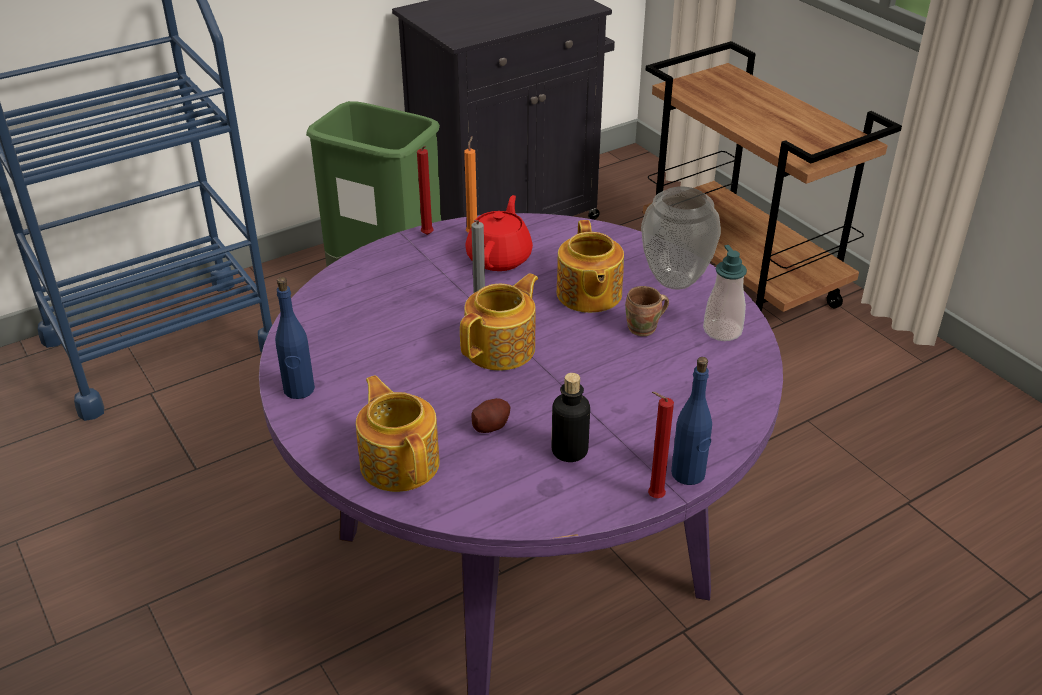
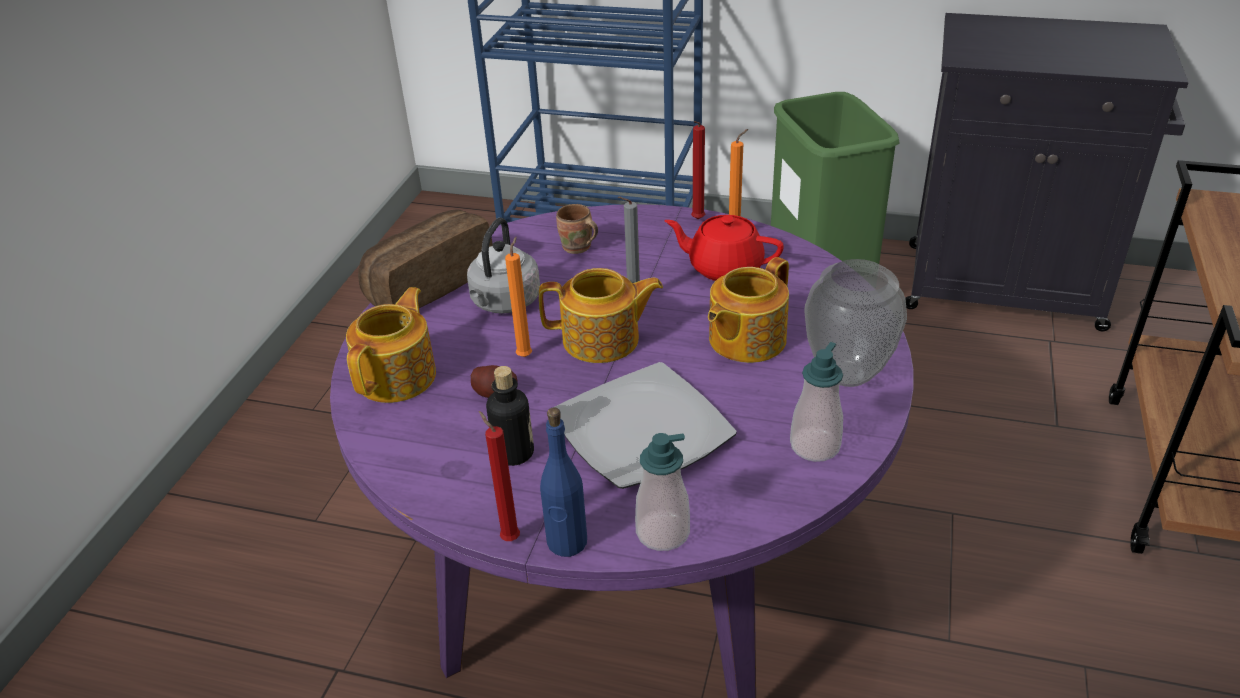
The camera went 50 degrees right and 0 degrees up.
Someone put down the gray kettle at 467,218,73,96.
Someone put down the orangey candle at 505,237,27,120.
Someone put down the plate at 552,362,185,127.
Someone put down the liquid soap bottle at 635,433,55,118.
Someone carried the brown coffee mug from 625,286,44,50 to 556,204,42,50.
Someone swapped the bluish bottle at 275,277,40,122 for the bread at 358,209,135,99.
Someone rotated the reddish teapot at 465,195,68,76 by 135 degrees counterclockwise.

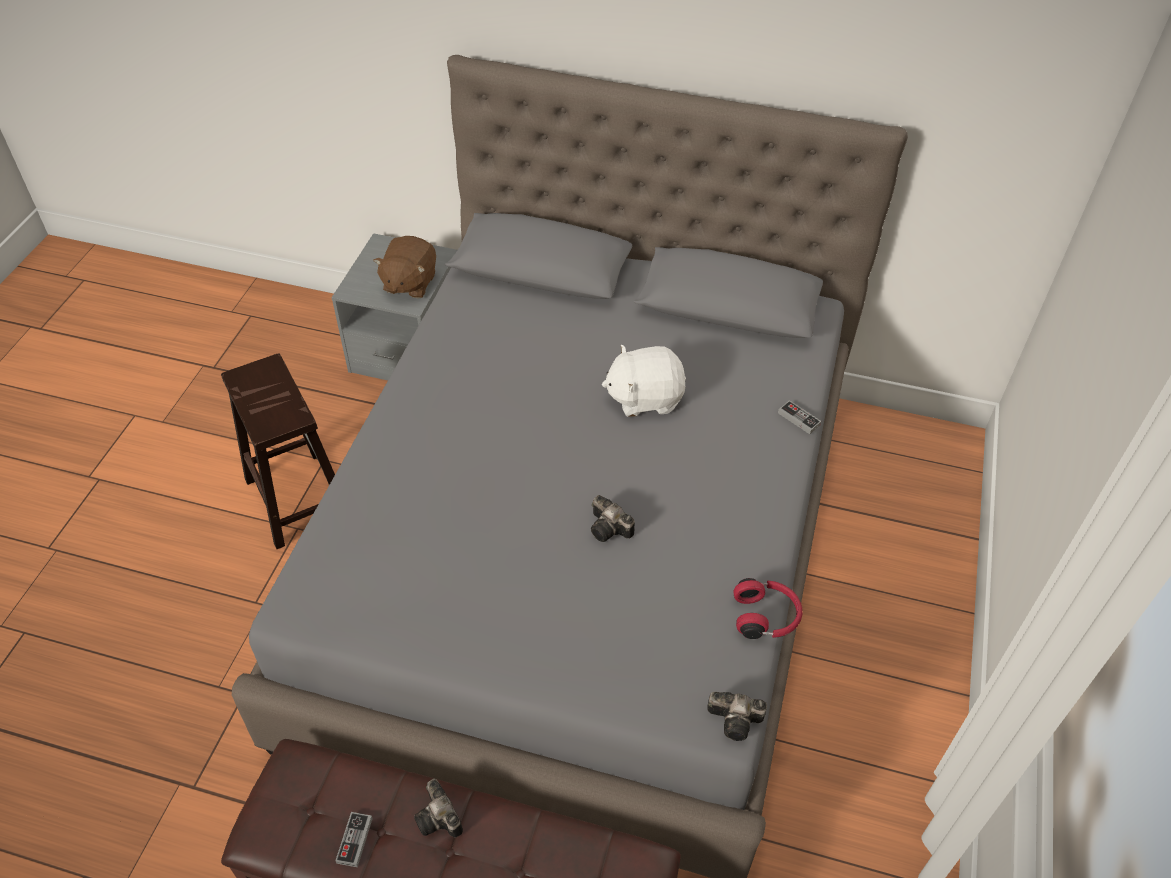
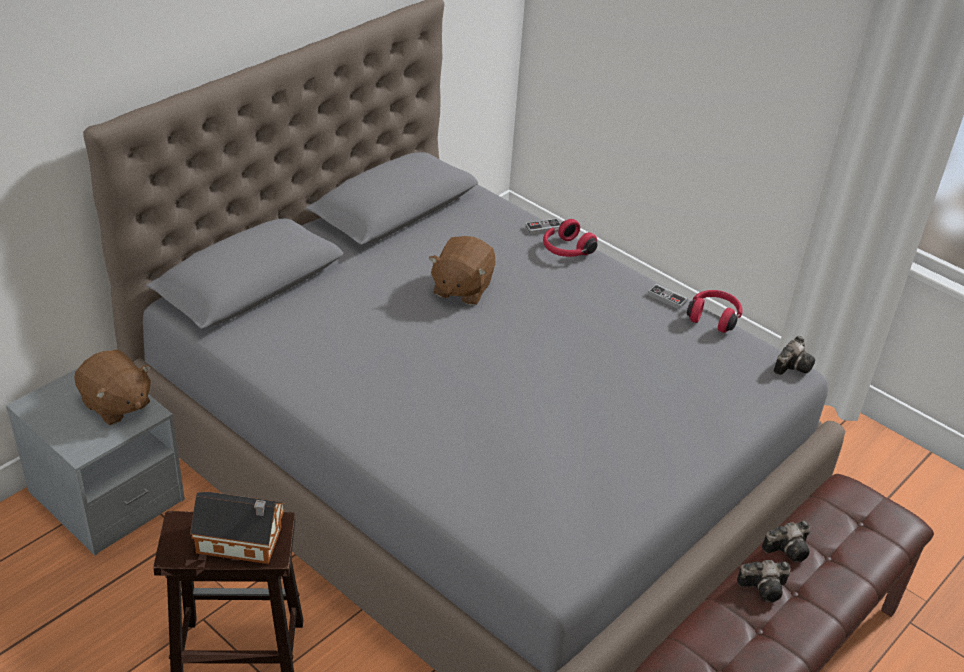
The camera went 65 degrees left and 10 degrees down.
Someone put down the miniature house at 190,492,94,72.
Someone put down the reddish headphones at 543,219,55,38.
Someone carried the gamepad from 335,812,38,55 to 648,284,40,26.
Someone carried the photo camera from 591,495,44,47 to 762,521,48,41.
Someone repainted the white-coloured plush toy at 602,344,84,73, which became the brown plush toy at 429,236,67,69.

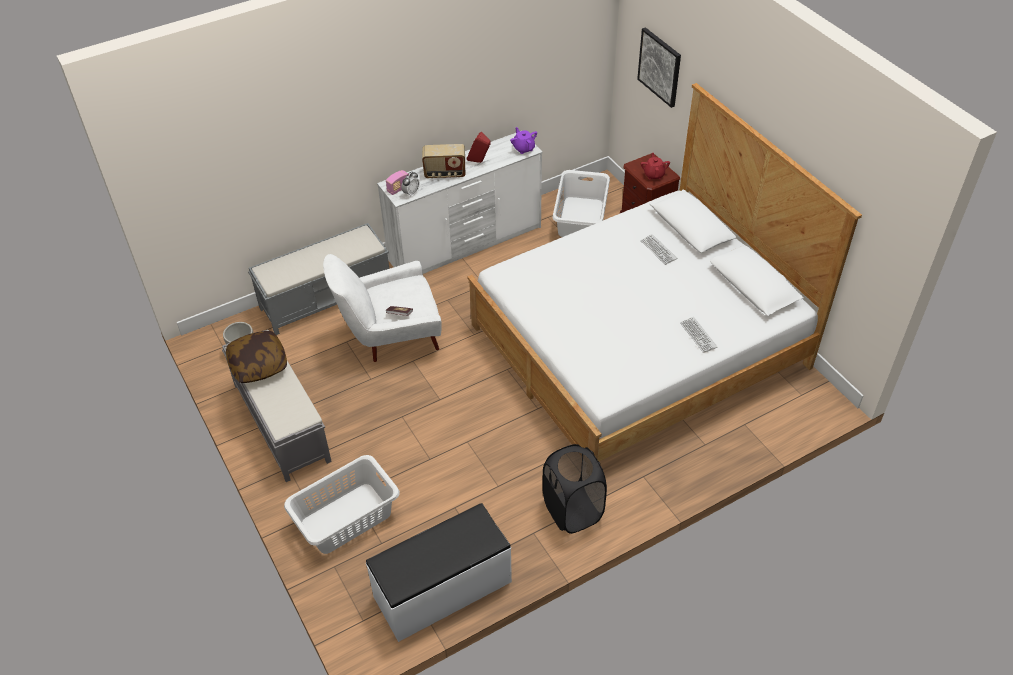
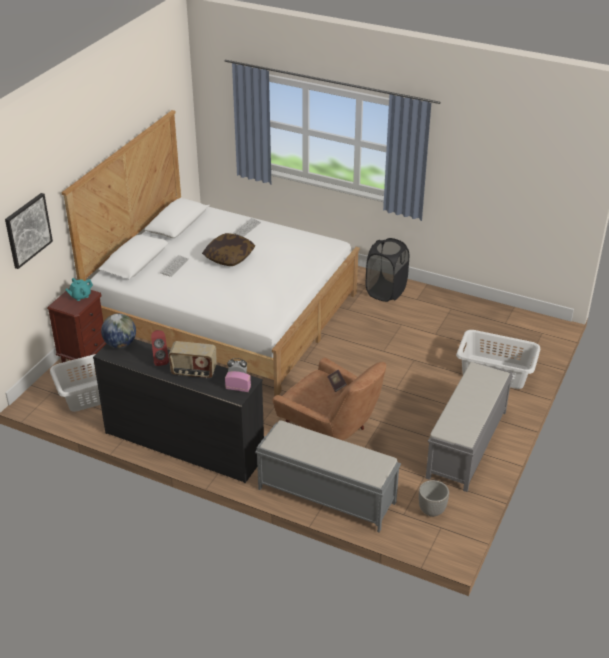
The camera went 125 degrees left and 10 degrees down.
Someone took away the white-coloured bench at 366,503,146,139.
Someone carried the cushion from 226,331,61,52 to 202,233,53,33.
Someone swapped the purple-coloured teapot at 510,127,27,27 for the desk globe at 101,314,35,34.
Someone repainted the white-coloured armchair at 323,254,119,108, which became the brown armchair at 272,358,114,82.
Someone repainted the white-coloured dresser at 377,133,166,141, which became the blackish dresser at 93,339,171,144.
Someone repainted the reddish teapot at 641,153,29,27, which became the turquoise-coloured teapot at 65,278,28,23.
Someone rotated the radio at 422,144,43,35 by 135 degrees clockwise.

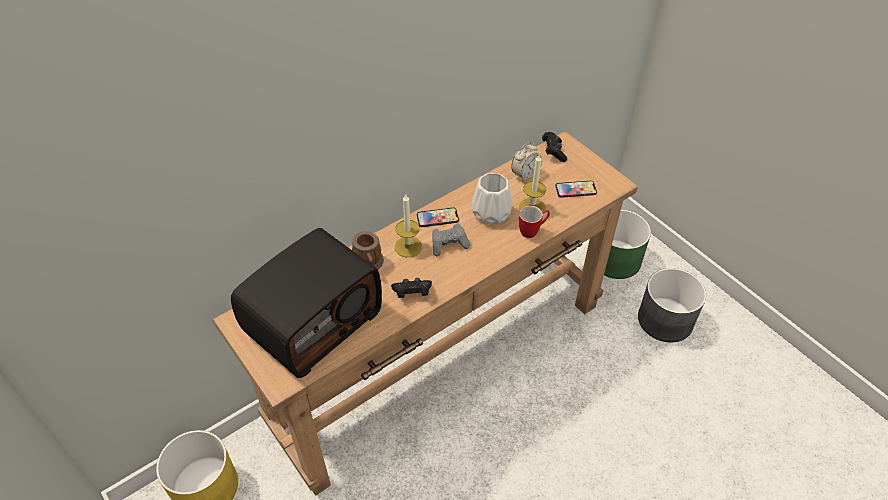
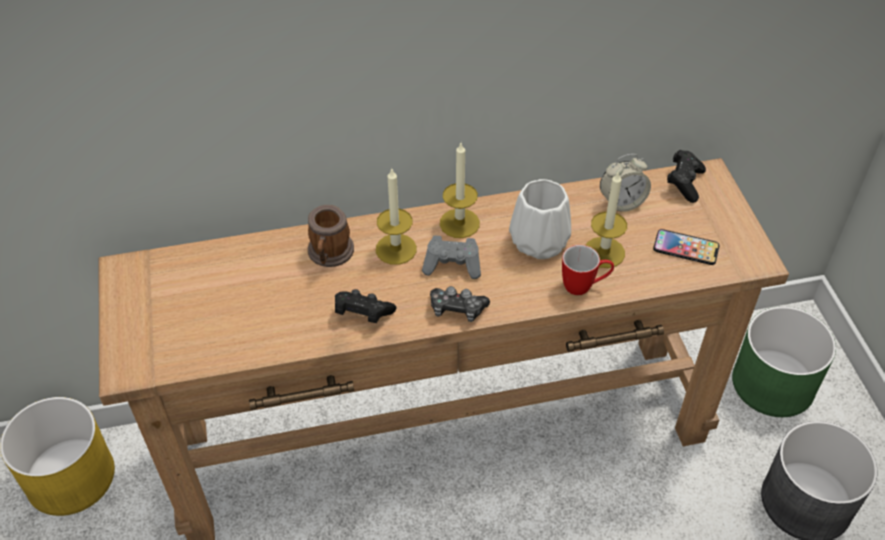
The camera went 25 degrees right and 0 degrees up.
Someone took away the radio at 231,228,151,150.
Someone put down the gamepad at 430,286,60,36.
Someone swapped the handset at 417,208,42,19 for the candle at 440,143,40,95.

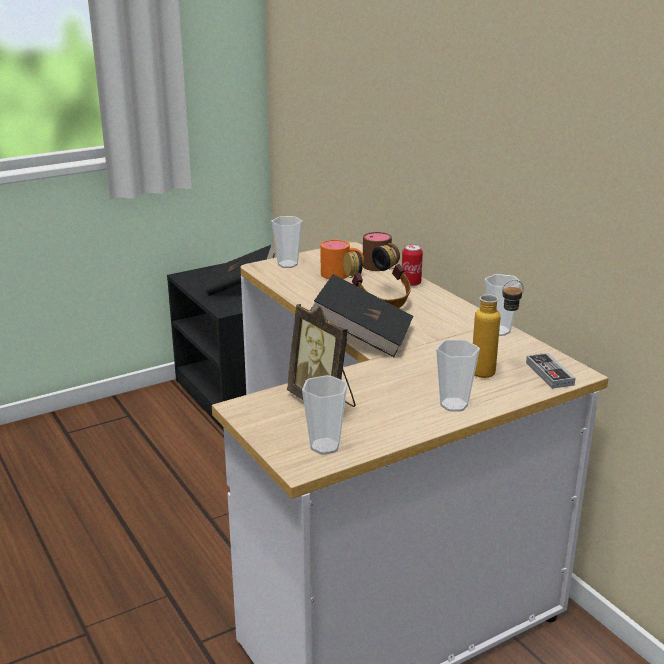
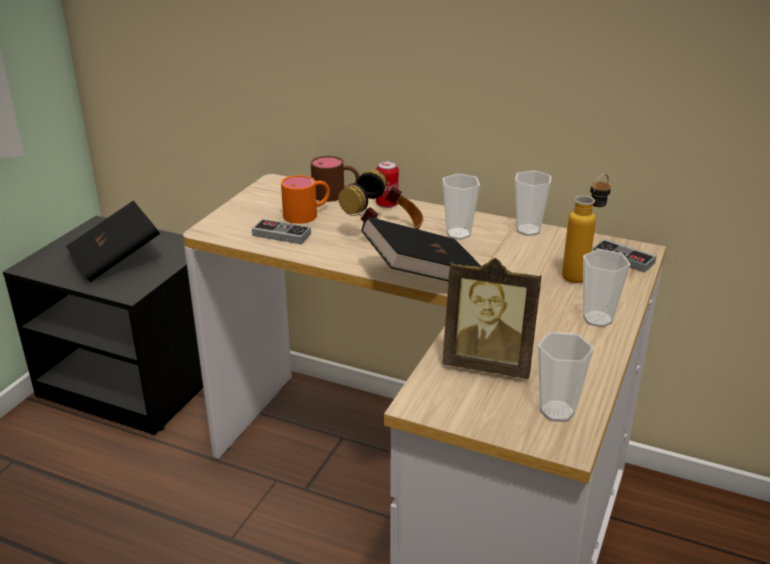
The camera went 35 degrees left and 5 degrees up.
Someone put down the gamepad at 252,219,59,25.
Someone carried the cup from 271,216,31,52 to 442,174,38,66.

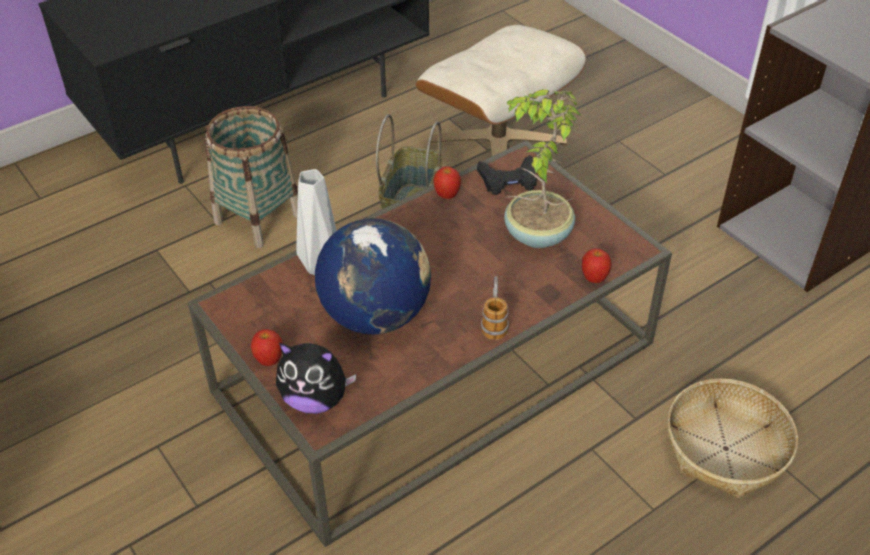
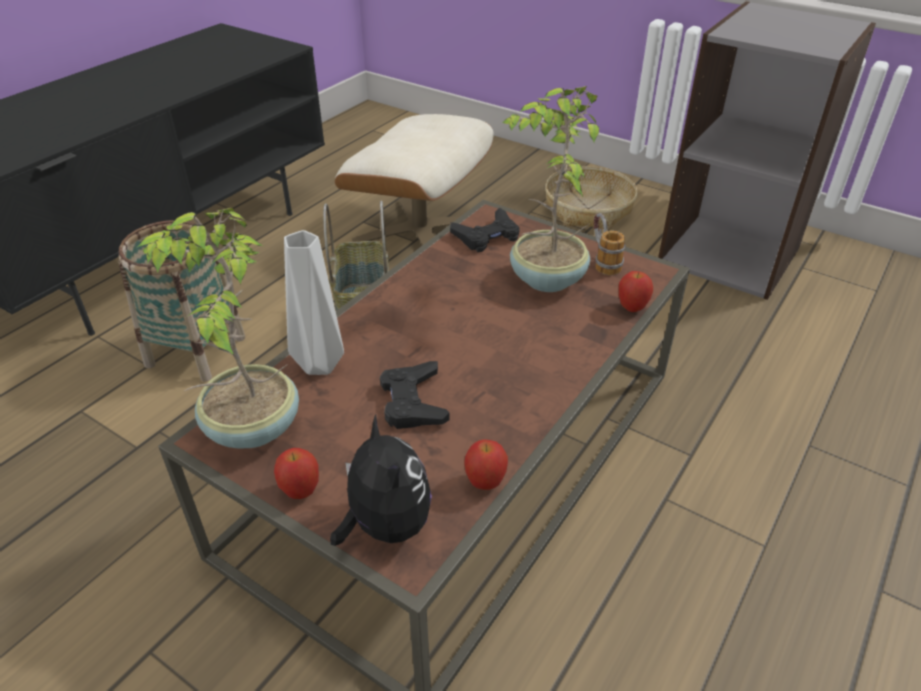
The camera went 20 degrees left and 5 degrees down.
Someone put down the houseplant at 138,208,161,241.
Someone carried the whole apple from 434,166,27,33 to 464,439,44,51.
Someone carried the coffee mug from 481,275,28,65 to 593,213,33,62.
Someone carried the storage basket from 667,379,131,119 to 545,166,93,64.
Someone swapped the desk globe at 315,218,116,116 for the blackish gamepad at 380,361,70,68.
Someone rotated the plush toy at 276,343,81,71 by 105 degrees counterclockwise.

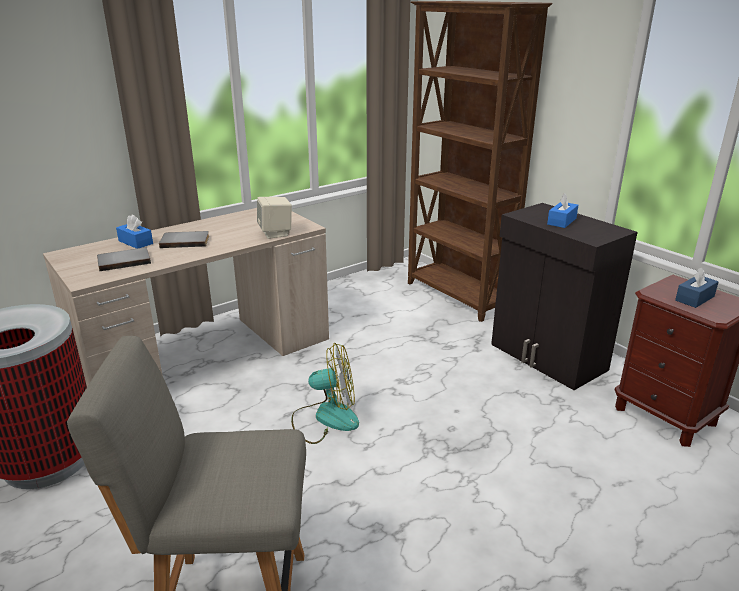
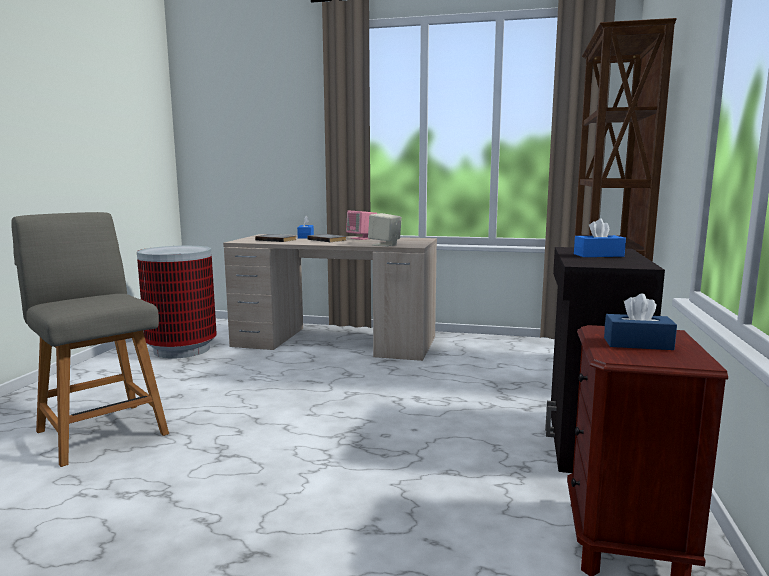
The camera went 50 degrees right and 15 degrees down.
Someone took away the electric fan at 291,343,68,101.
Someone put down the pink loudspeaker at 346,211,31,29.

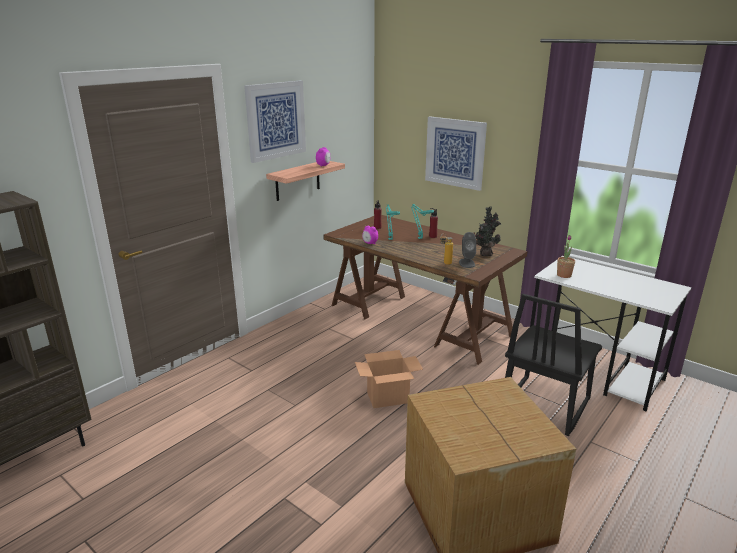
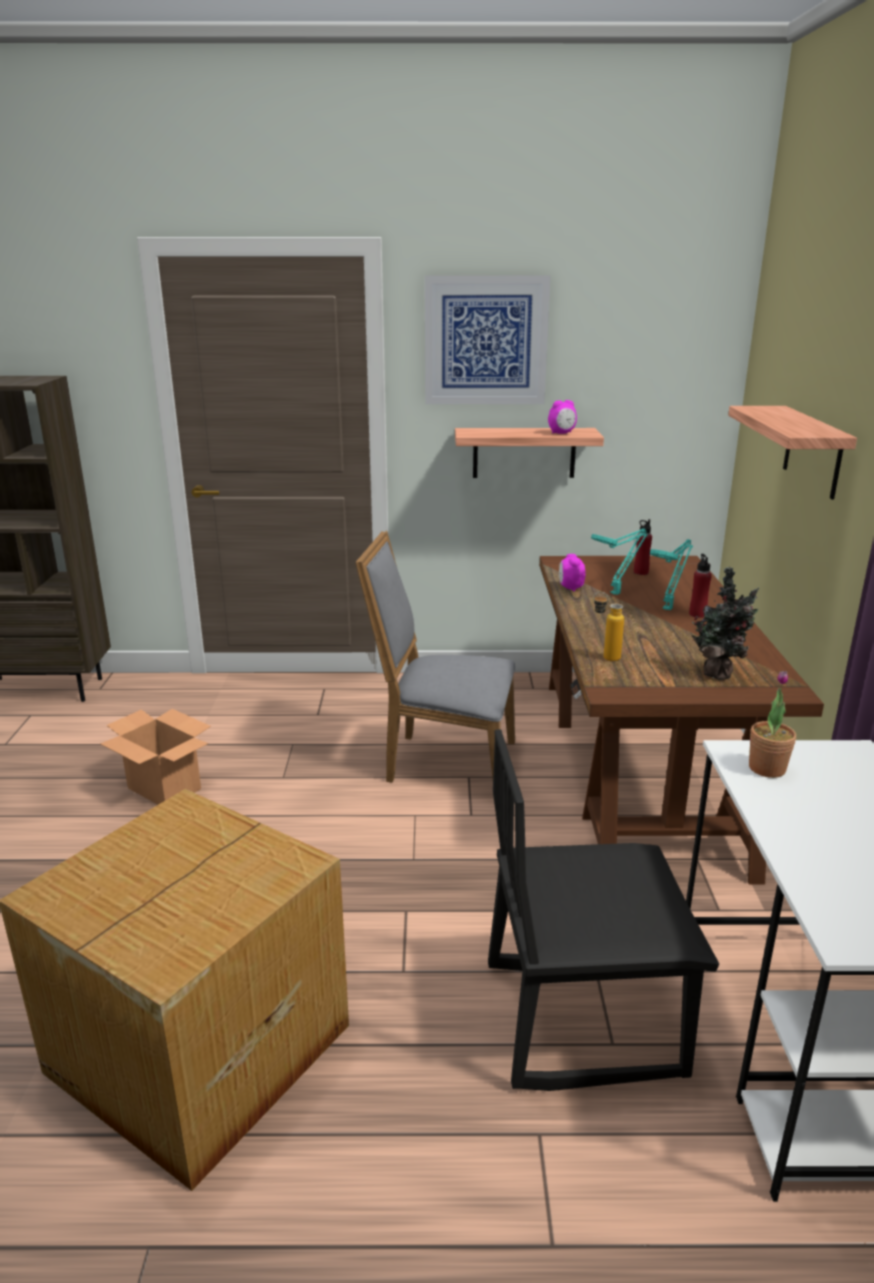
The camera went 50 degrees right and 0 degrees up.
Someone took away the gray loudspeaker at 459,232,17,36.
Someone put down the gray chair at 355,531,160,251.
Someone carried the carton from 355,350,68,58 to 100,709,111,96.
Someone swapped the wall art at 425,116,62,75 for the bracket shelf at 728,406,129,93.

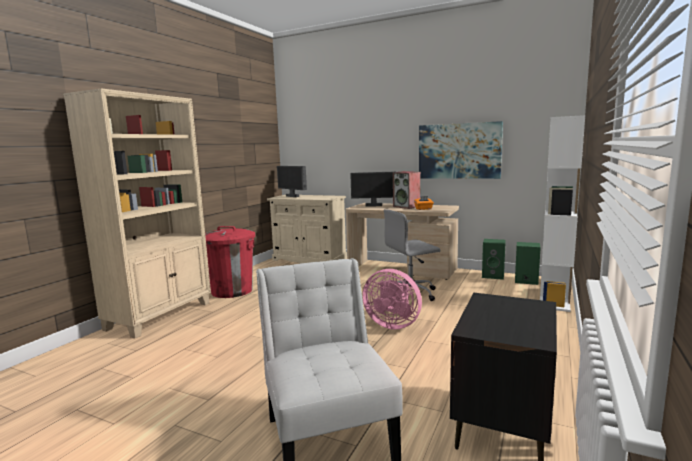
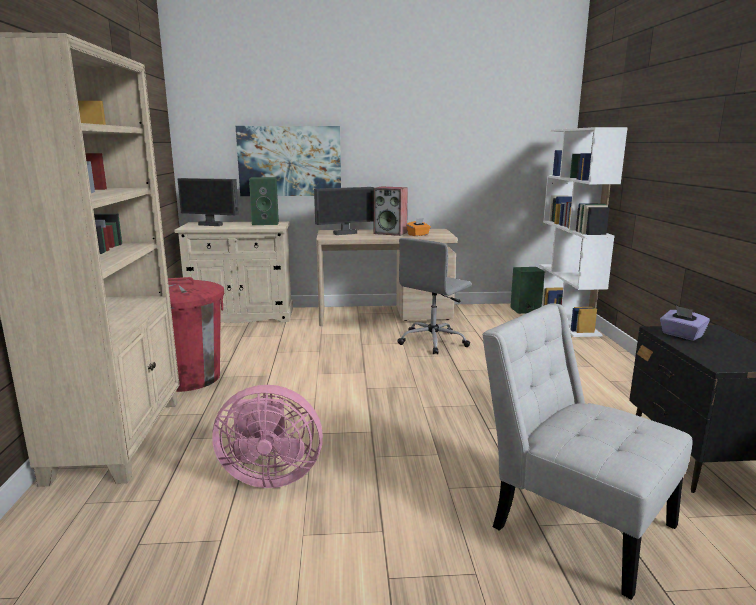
The camera went 30 degrees left and 5 degrees up.
Someone put down the purple-coloured tissue holder at 660,306,50,35.
Someone carried the pink electric fan from 362,269,60,61 to 212,385,111,103.
Someone carried the wall art from 419,121,84,58 to 236,126,105,70.
Someone carried the green-coloured loudspeaker from 482,239,24,41 to 249,177,30,48.

